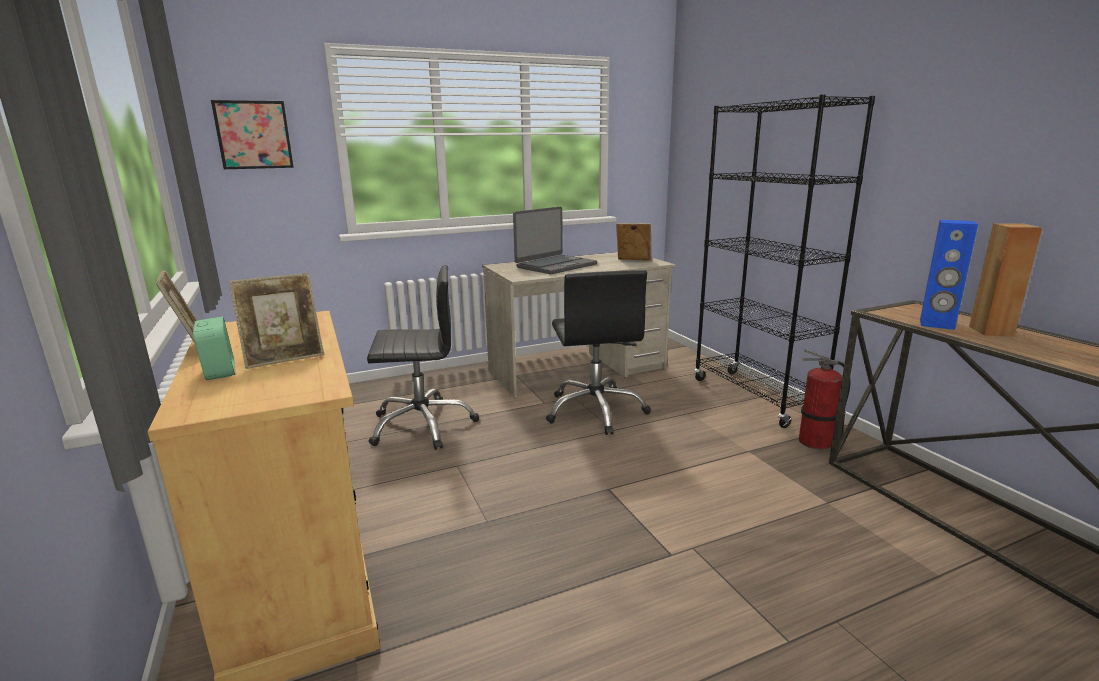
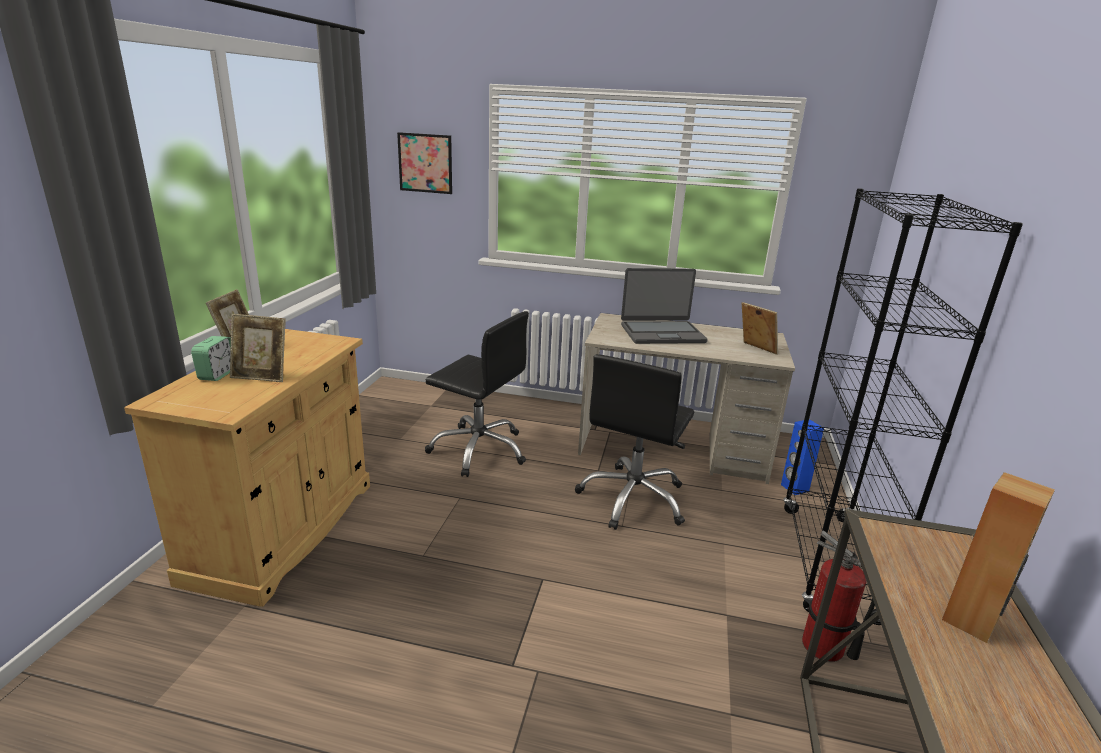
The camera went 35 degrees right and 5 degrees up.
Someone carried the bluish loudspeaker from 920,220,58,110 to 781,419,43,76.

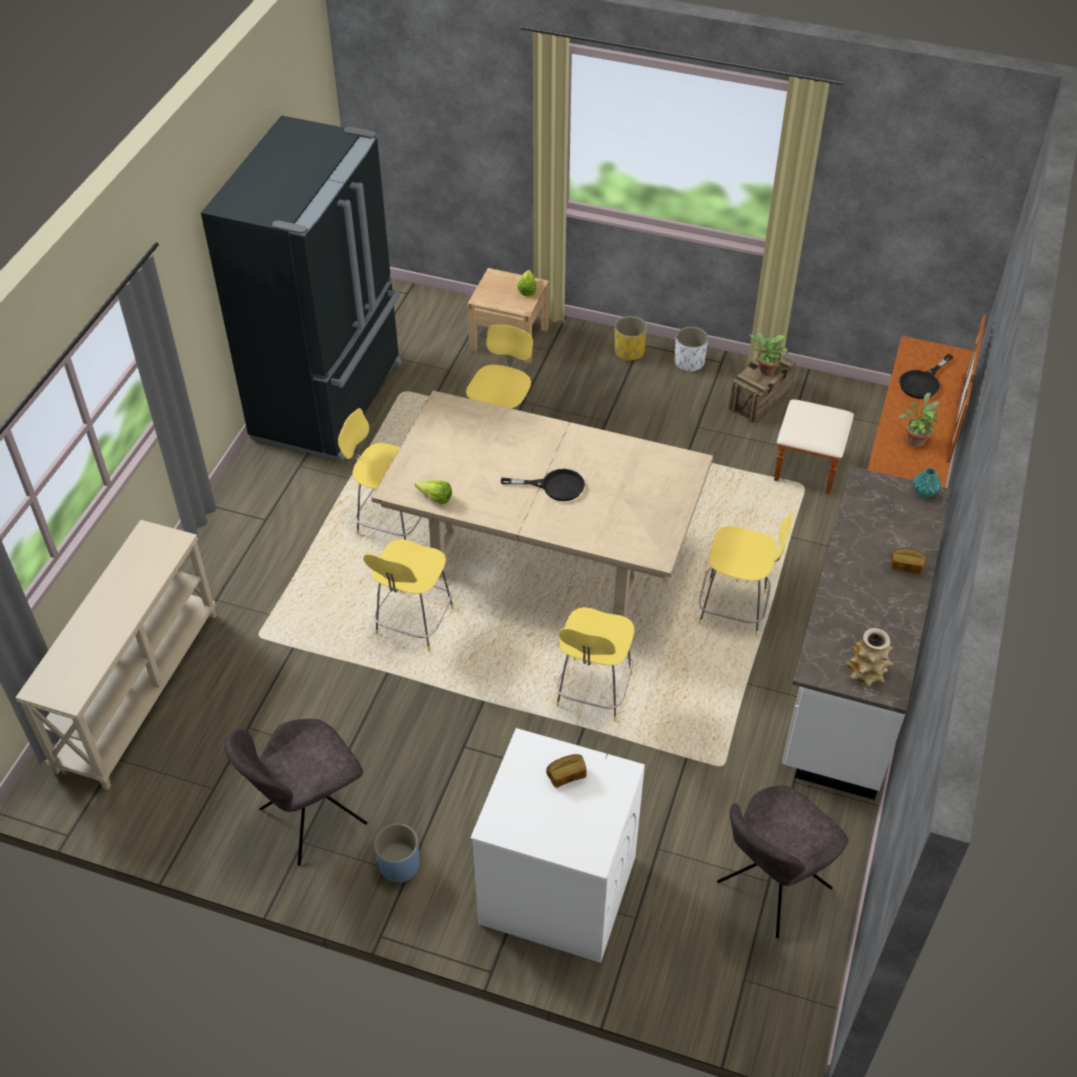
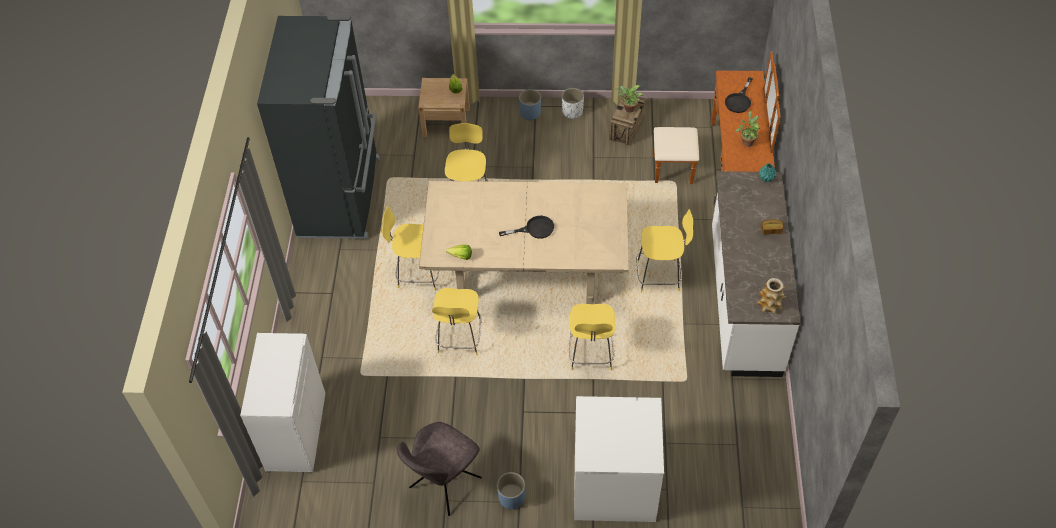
The camera went 15 degrees left and 5 degrees up.
Someone took away the bread at 546,754,41,34.
Someone took away the gray chair at 717,785,132,153.
Someone swapped the beige-coloured hall table at 15,520,202,270 for the white-coloured cabinet at 240,333,85,140.
Someone repainted the yellowish planter at 615,316,32,45, which became the bluish planter at 519,89,22,32.

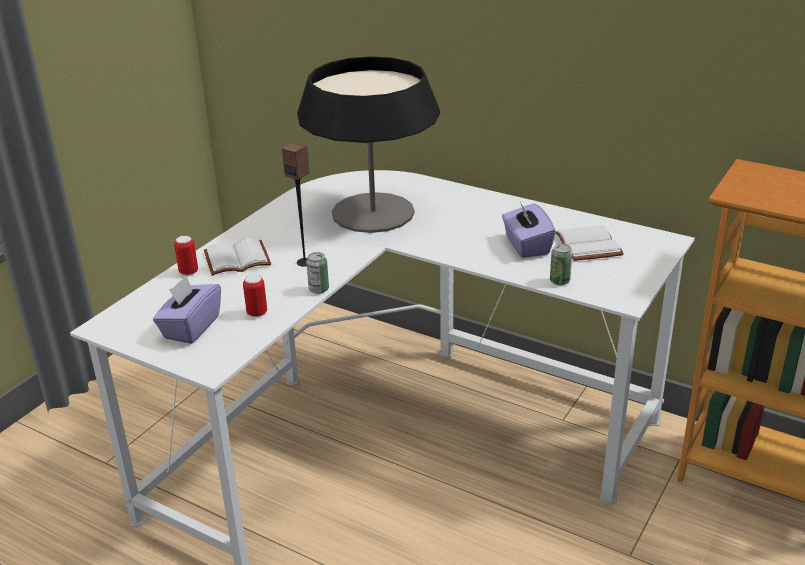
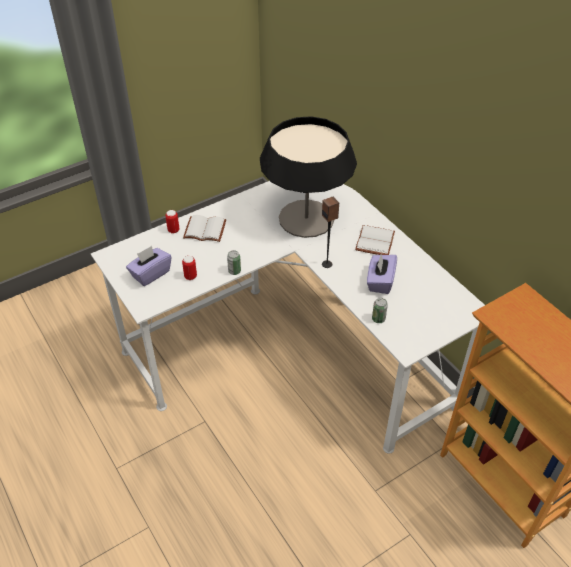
The camera went 25 degrees right and 15 degrees up.
Someone carried the loudspeaker from 282,142,28,125 to 322,197,17,71.
Someone carried the white-coloured volume from 556,225,68,36 to 355,225,40,30.

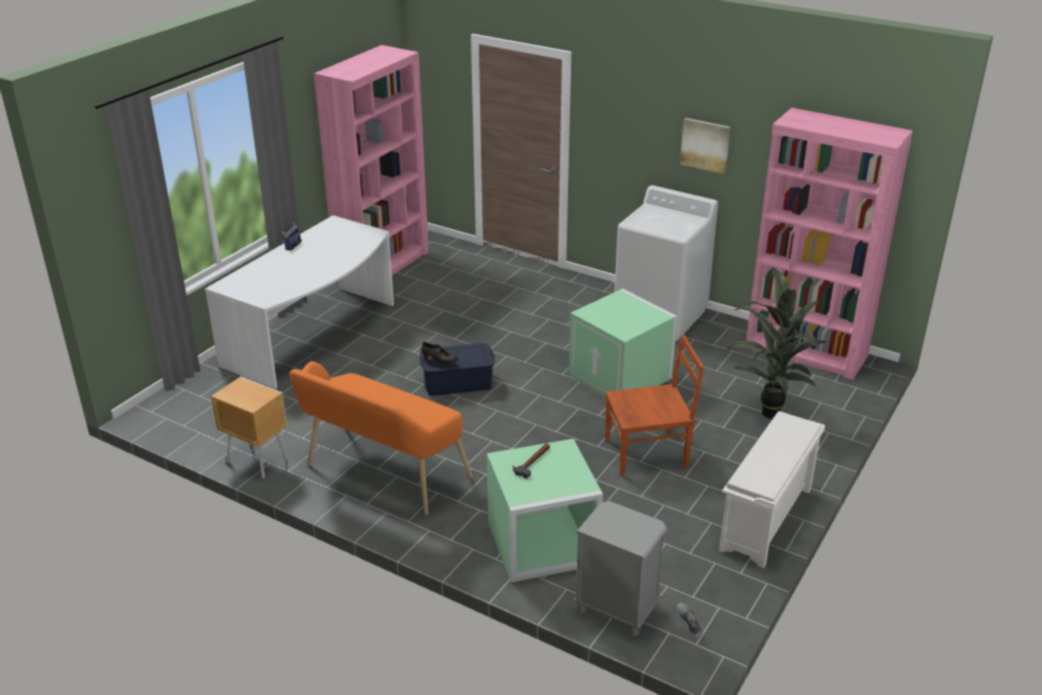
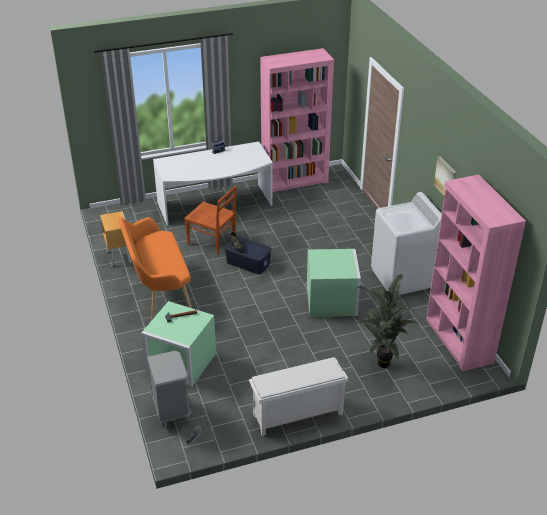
The camera went 40 degrees right and 5 degrees up.
Someone carried the brown chair from 605,334,99,142 to 184,186,52,69.

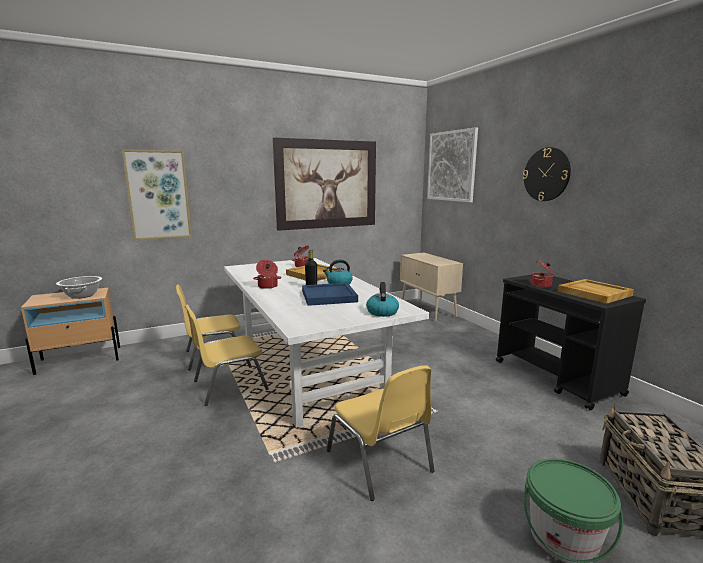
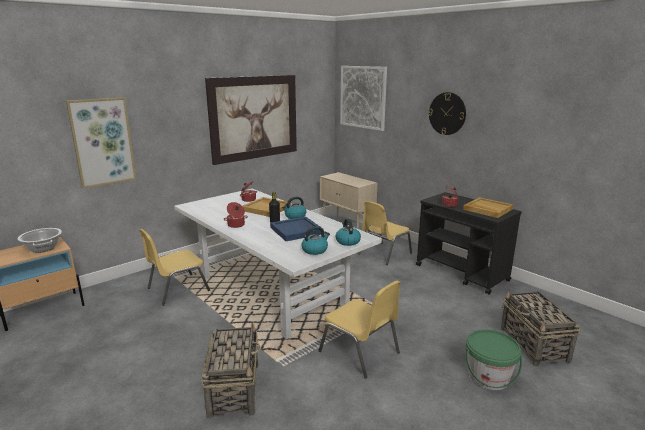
The camera went 15 degrees left and 5 degrees up.
Someone put down the storage basket at 201,322,60,97.
Someone put down the kettle at 301,226,29,29.
Someone carried the yellowish chair from 185,304,84,102 to 358,201,54,64.

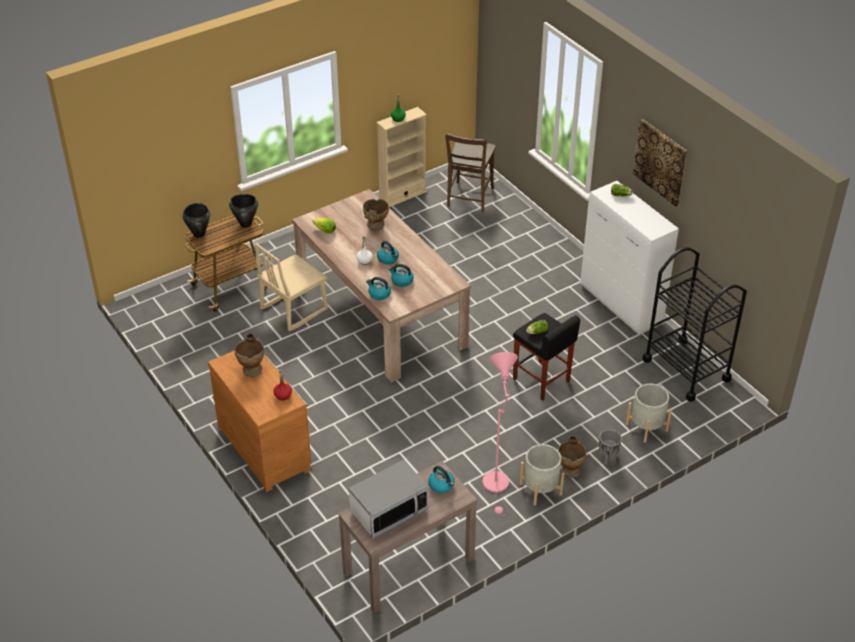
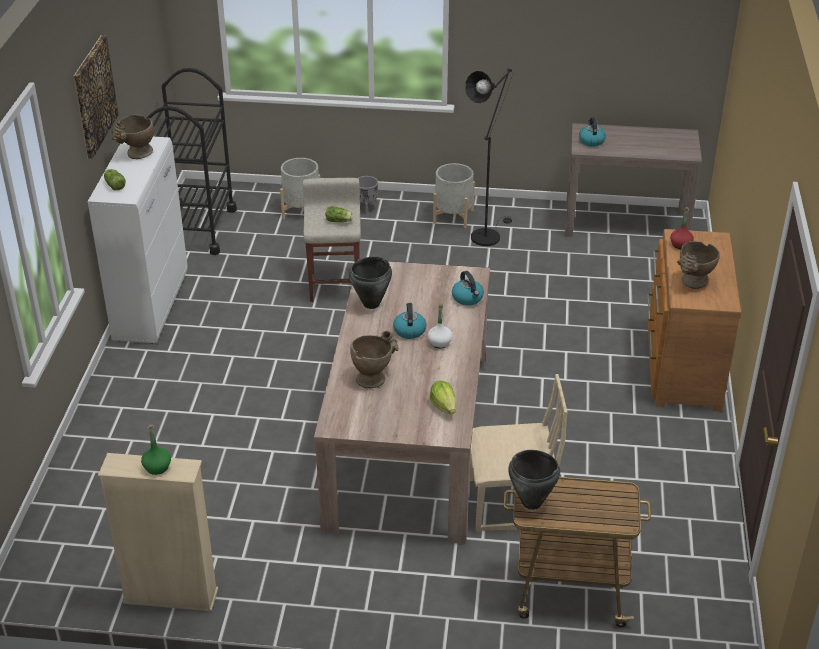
The camera went 140 degrees left and 5 degrees down.
Someone took away the microwave at 349,460,78,78.
Someone took away the kettle at 389,264,25,23.
Someone took away the brown chair at 445,134,51,79.
Someone carried the blackish saucepot from 182,203,28,35 to 349,256,43,53.
Someone carried the beige-coloured decorative vase from 558,435,29,43 to 111,115,43,44.
Someone repainted the pink floor lamp at 482,352,36,164, which became the blackish floor lamp at 465,68,48,178.
Someone repainted the blackish stool at 513,313,67,88, which became the beige-coloured stool at 303,178,58,124.

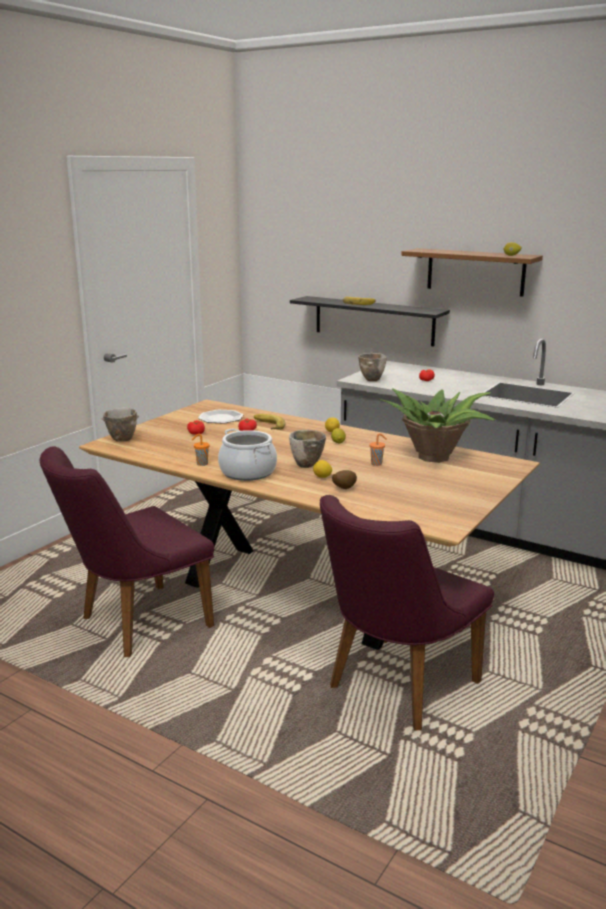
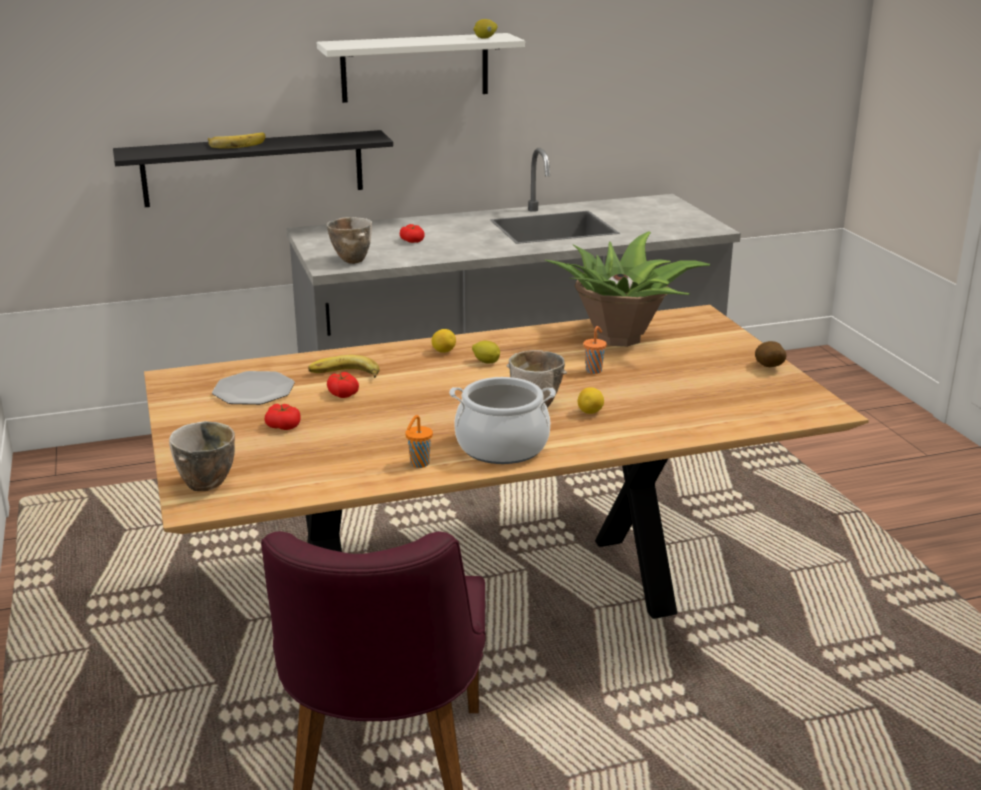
The camera went 50 degrees left and 5 degrees up.
Someone took away the purple-coloured chair at 320,495,174,236.
Someone carried the spud from 332,470,25,19 to 755,341,31,26.
Someone repainted the brown bracket shelf at 401,248,142,49, which became the white-coloured bracket shelf at 317,33,208,70.

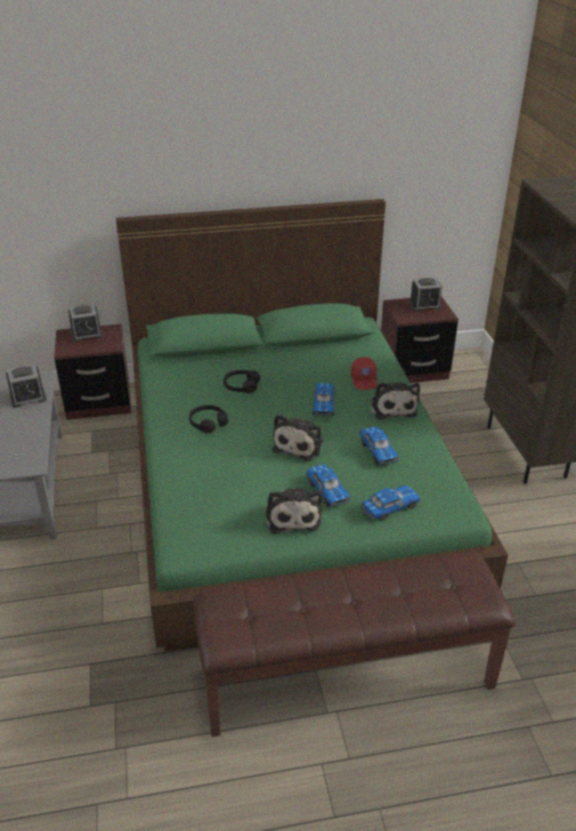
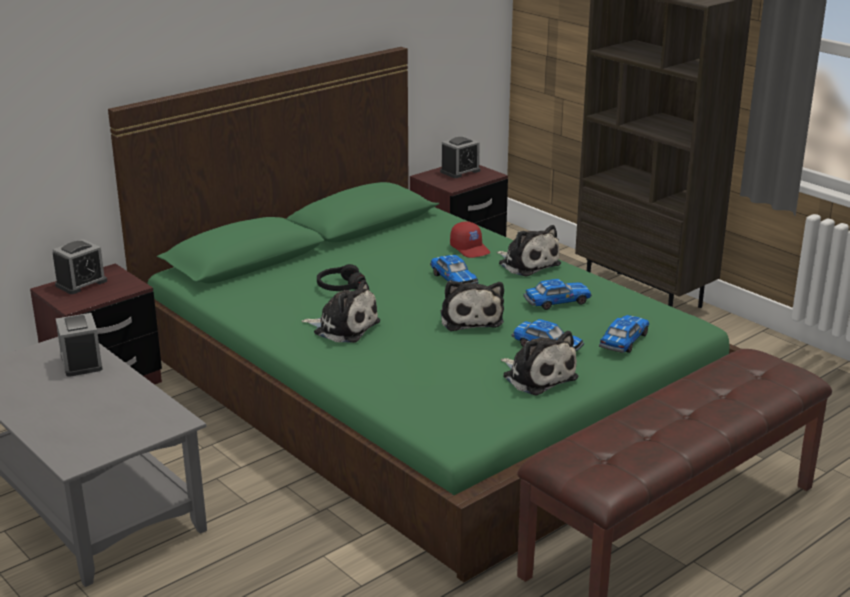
The camera went 30 degrees left and 10 degrees down.
Someone swapped the blackish headphones at 189,405,39,28 for the plush toy at 302,280,78,63.
Someone rotated the table clock at 6,364,41,44 by 120 degrees clockwise.
Someone rotated the model car at 360,427,39,38 by 60 degrees counterclockwise.

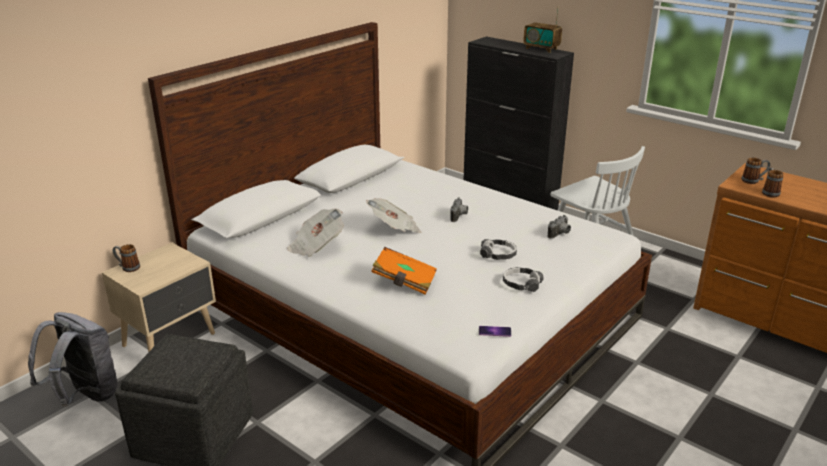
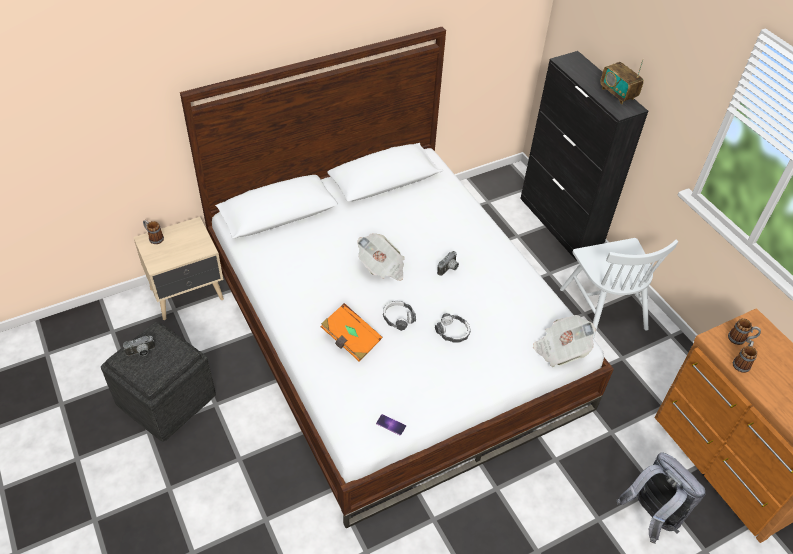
The camera went 20 degrees right and 20 degrees up.
Someone carried the gray rucksack from 28,312,89,95 to 616,453,90,91.
Someone carried the newspaper from 287,209,57,48 to 533,315,63,52.
Someone carried the headphones from 503,267,41,25 to 383,301,33,30.
Someone carried the photo camera from 548,215,23,24 to 123,336,32,20.

